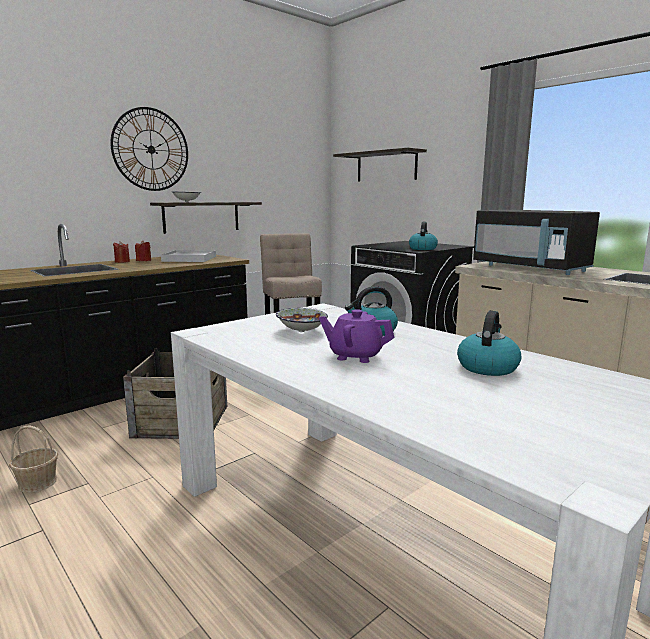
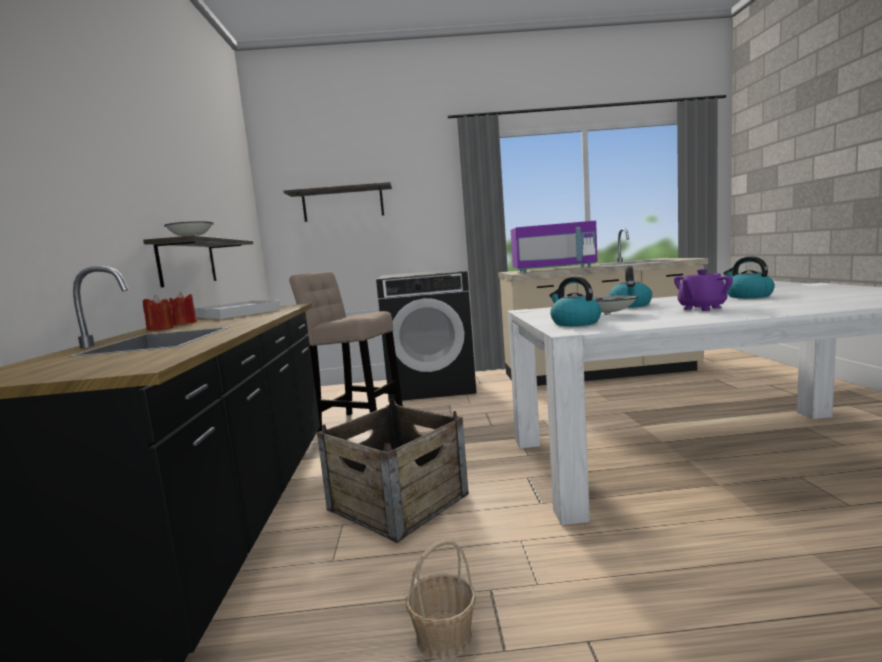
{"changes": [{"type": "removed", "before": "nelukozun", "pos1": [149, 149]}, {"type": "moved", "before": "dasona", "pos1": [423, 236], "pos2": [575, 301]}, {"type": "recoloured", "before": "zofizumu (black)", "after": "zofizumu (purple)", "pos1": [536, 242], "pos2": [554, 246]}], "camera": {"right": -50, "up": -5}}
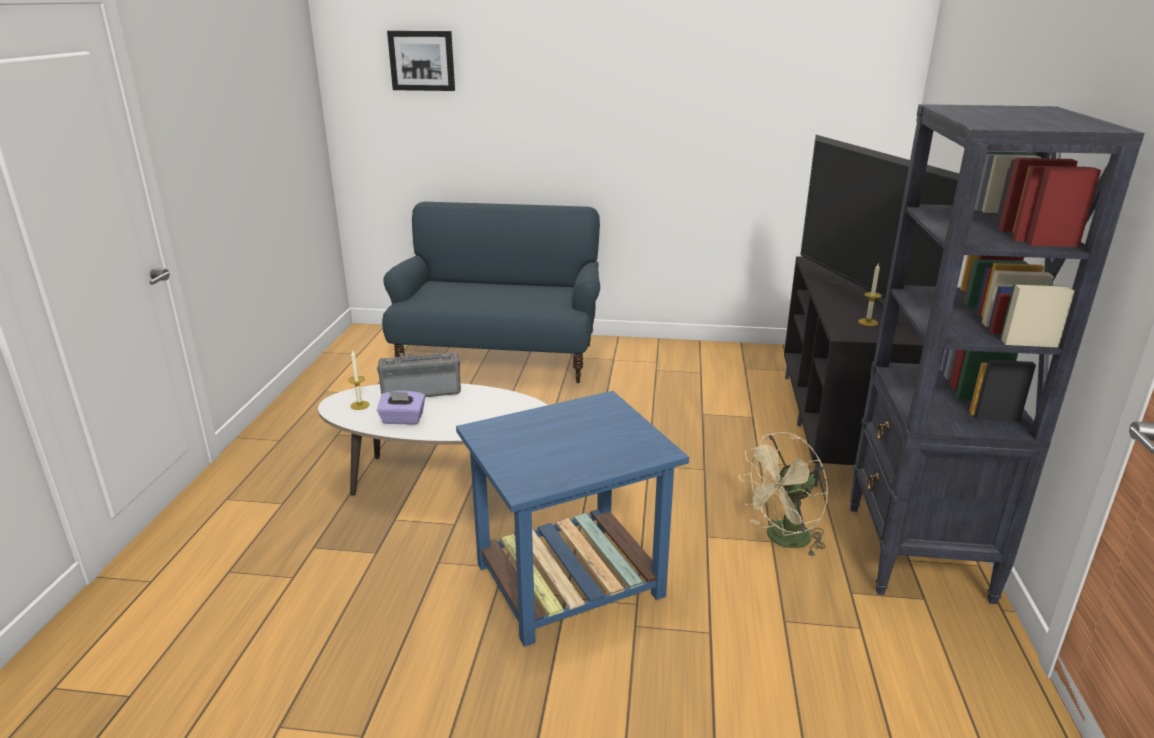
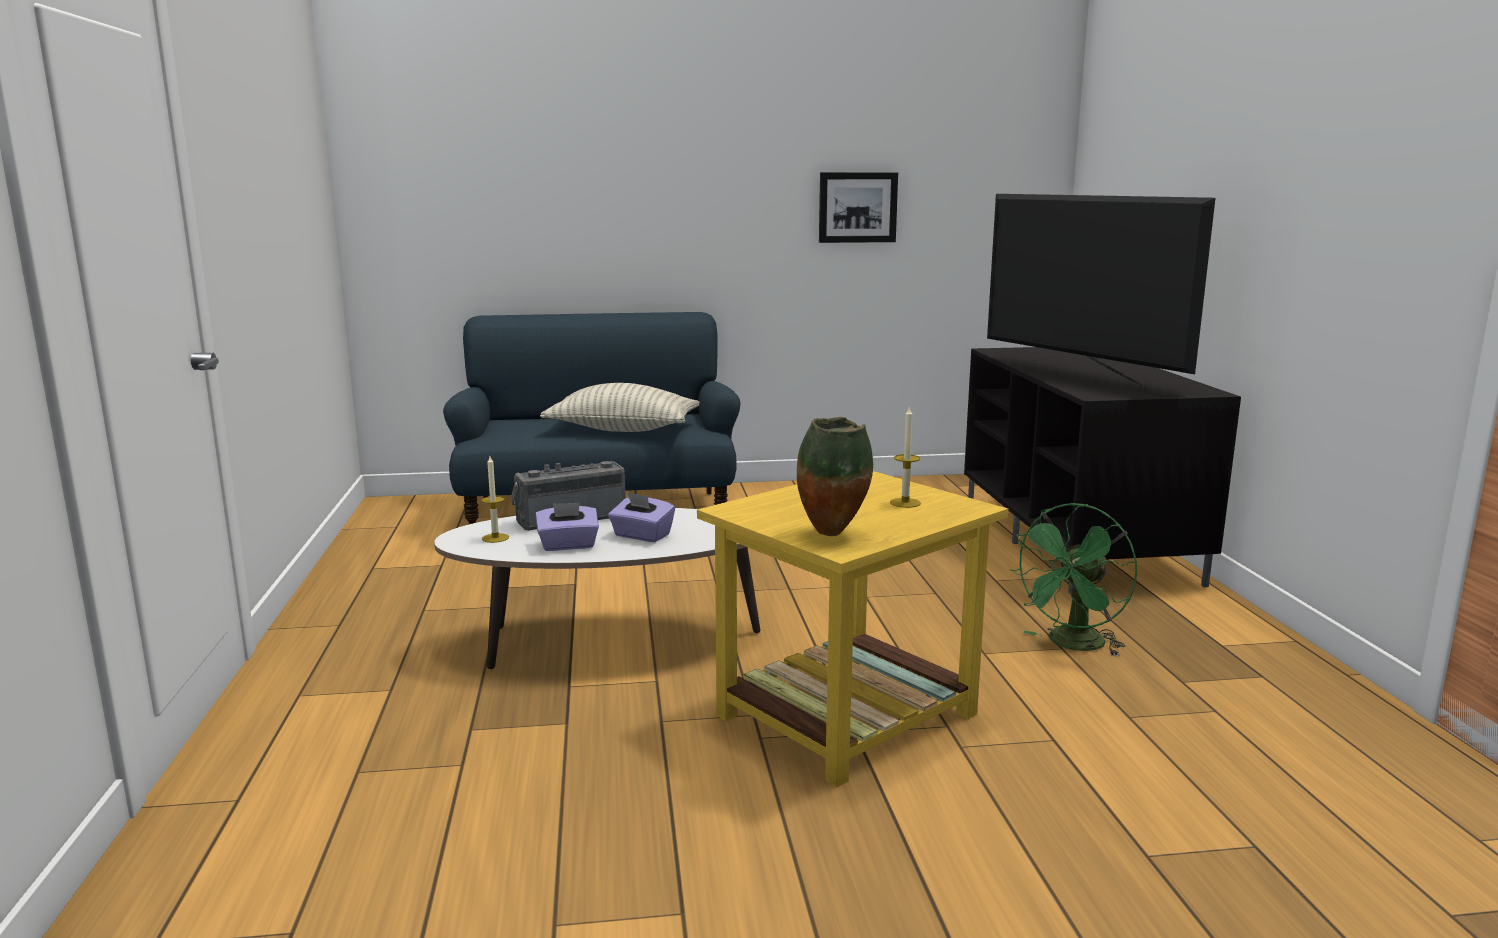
{"changes": [{"type": "moved", "before": "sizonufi", "pos1": [421, 61], "pos2": [858, 207]}, {"type": "recoloured", "before": "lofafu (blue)", "after": "lofafu (yellow)", "pos1": [572, 519], "pos2": [852, 629]}, {"type": "recoloured", "before": "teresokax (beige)", "after": "teresokax (green)", "pos1": [783, 495], "pos2": [1073, 580]}, {"type": "removed", "before": "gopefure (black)", "pos1": [997, 354]}, {"type": "moved", "before": "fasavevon", "pos1": [870, 295], "pos2": [905, 457]}, {"type": "added", "after": "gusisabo", "pos2": [620, 407]}, {"type": "added", "after": "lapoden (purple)", "pos2": [641, 517]}, {"type": "added", "after": "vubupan", "pos2": [835, 476]}], "camera": {"right": -15, "up": -10}}
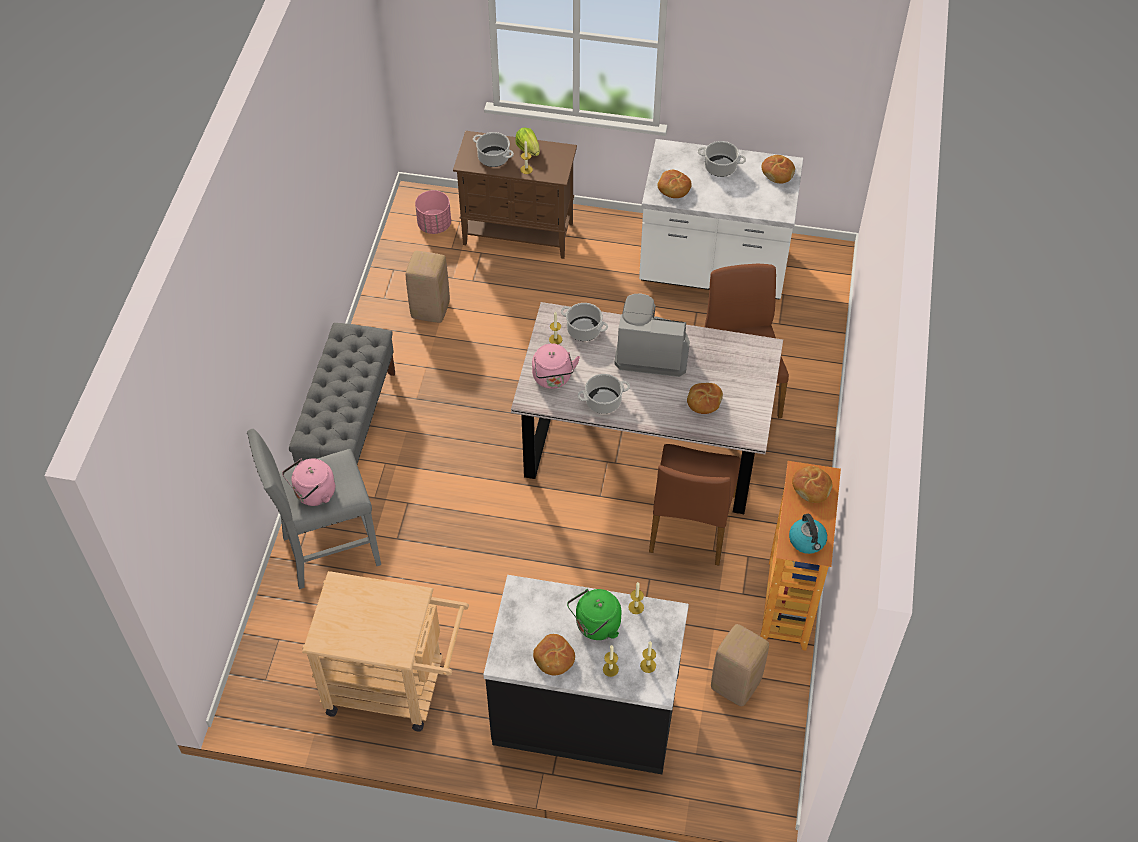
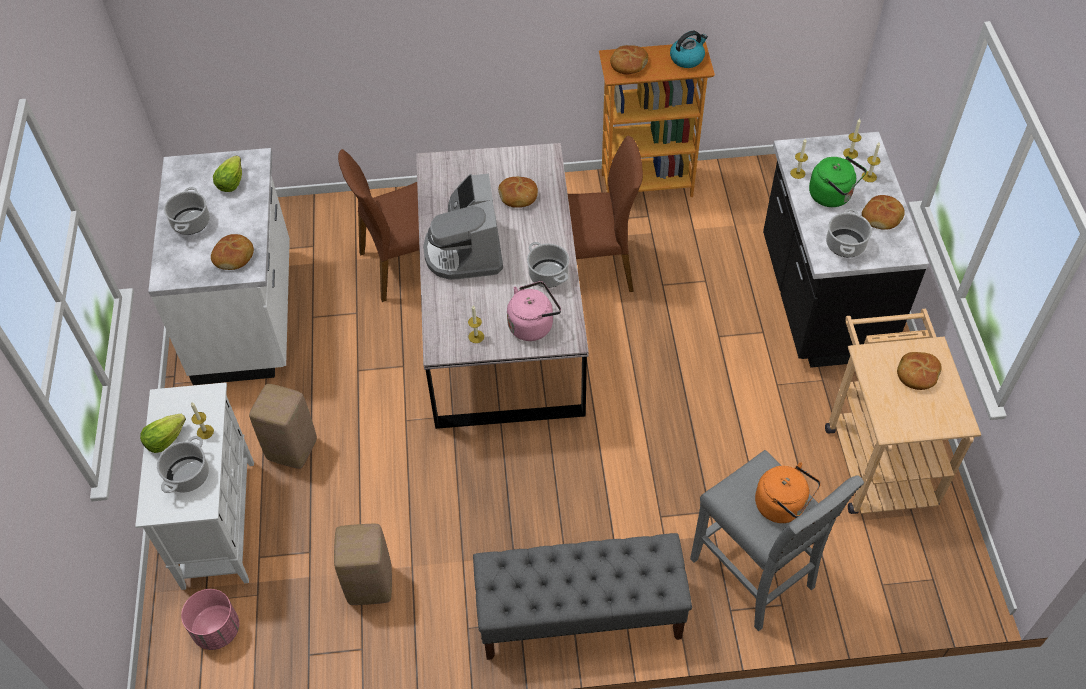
{"changes": [{"type": "recoloured", "before": "dasona (pink)", "after": "dasona (orange)", "pos1": [308, 482], "pos2": [788, 492]}, {"type": "recoloured", "before": "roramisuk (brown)", "after": "roramisuk (white)", "pos1": [515, 195], "pos2": [194, 486]}, {"type": "moved", "before": "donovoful", "pos1": [584, 322], "pos2": [849, 233]}, {"type": "moved", "before": "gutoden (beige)", "pos1": [740, 665], "pos2": [283, 426]}, {"type": "moved", "before": "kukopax", "pos1": [778, 169], "pos2": [919, 371]}, {"type": "added", "after": "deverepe", "pos2": [227, 174]}], "camera": {"right": -105, "up": 0}}
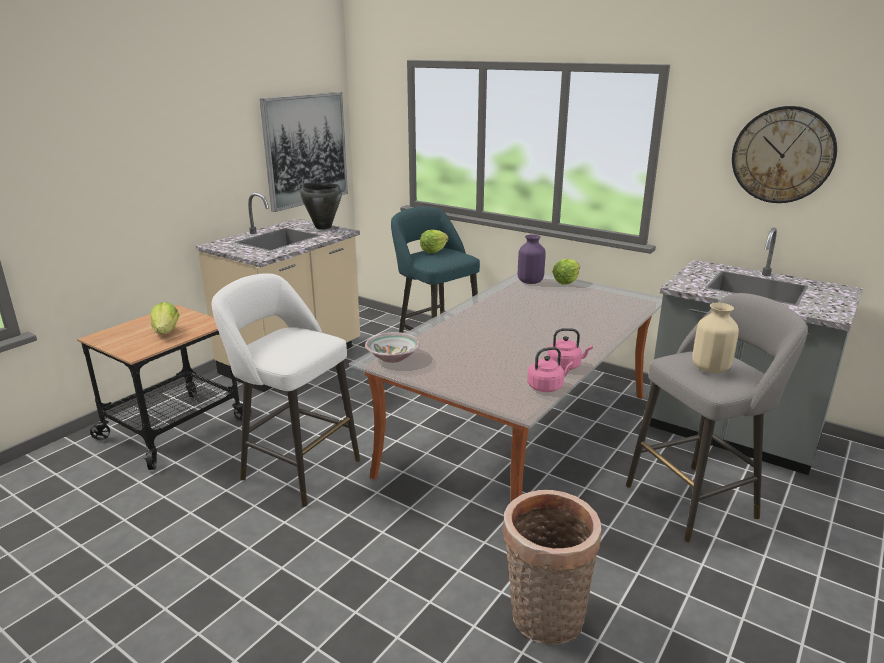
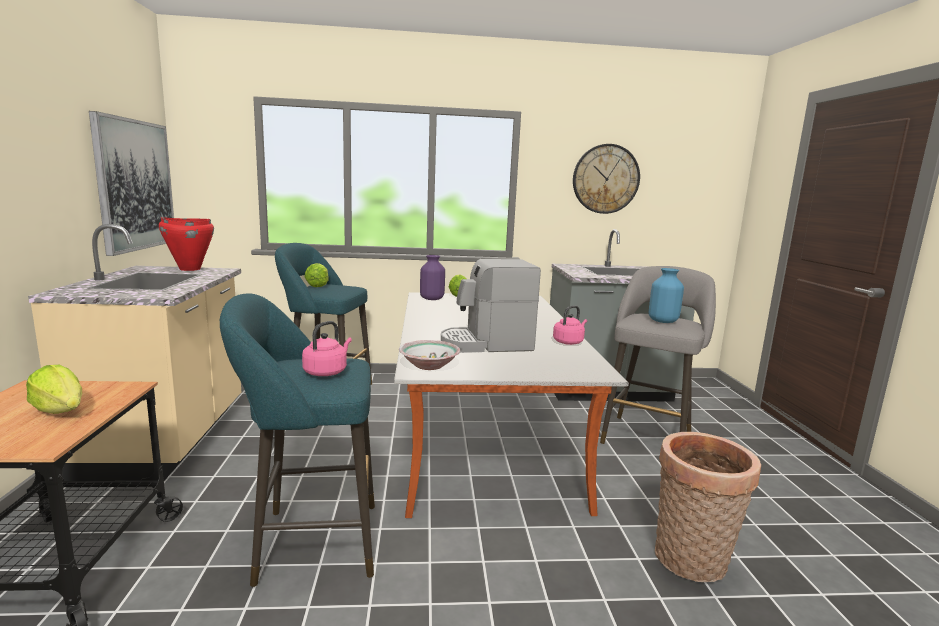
{"changes": [{"type": "recoloured", "before": "gutoden (white)", "after": "gutoden (turquoise)", "pos1": [285, 389], "pos2": [297, 440]}, {"type": "recoloured", "before": "donovoful (black)", "after": "donovoful (red)", "pos1": [321, 206], "pos2": [186, 244]}, {"type": "moved", "before": "dasona (pink)", "pos1": [550, 369], "pos2": [327, 348]}, {"type": "recoloured", "before": "vubupan (beige)", "after": "vubupan (blue)", "pos1": [715, 338], "pos2": [666, 295]}, {"type": "added", "after": "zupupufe", "pos2": [491, 306]}], "camera": {"right": -40, "up": -10}}
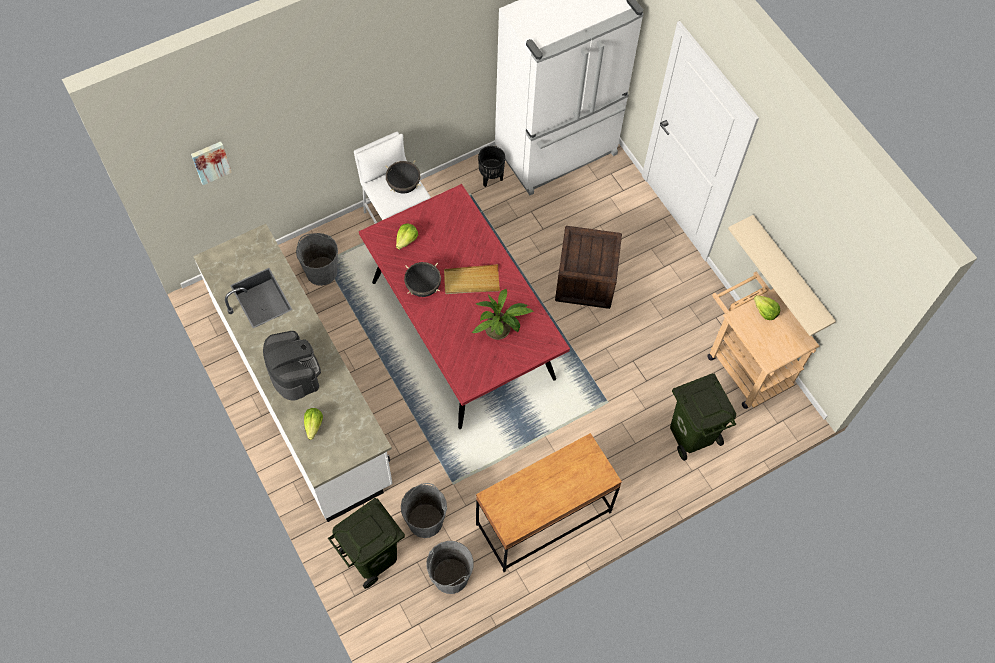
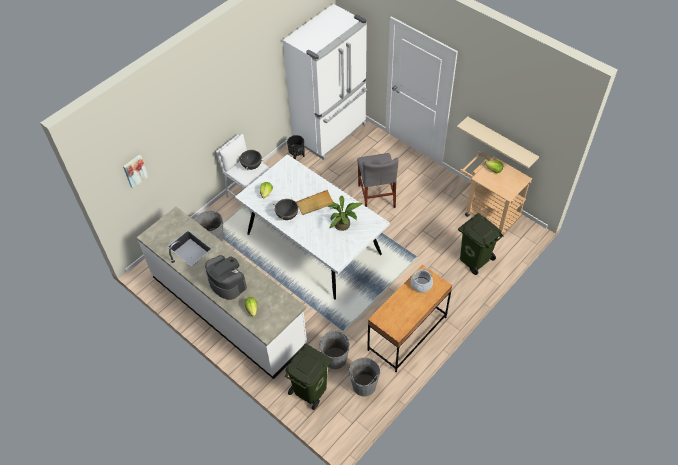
{"changes": [{"type": "recoloured", "before": "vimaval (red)", "after": "vimaval (white)", "pos1": [464, 306], "pos2": [312, 227]}, {"type": "replaced", "before": "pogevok", "after": "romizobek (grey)", "pos1": [588, 267], "pos2": [377, 180]}, {"type": "added", "after": "donovoful", "pos2": [422, 280]}], "camera": {"right": -15, "up": -10}}
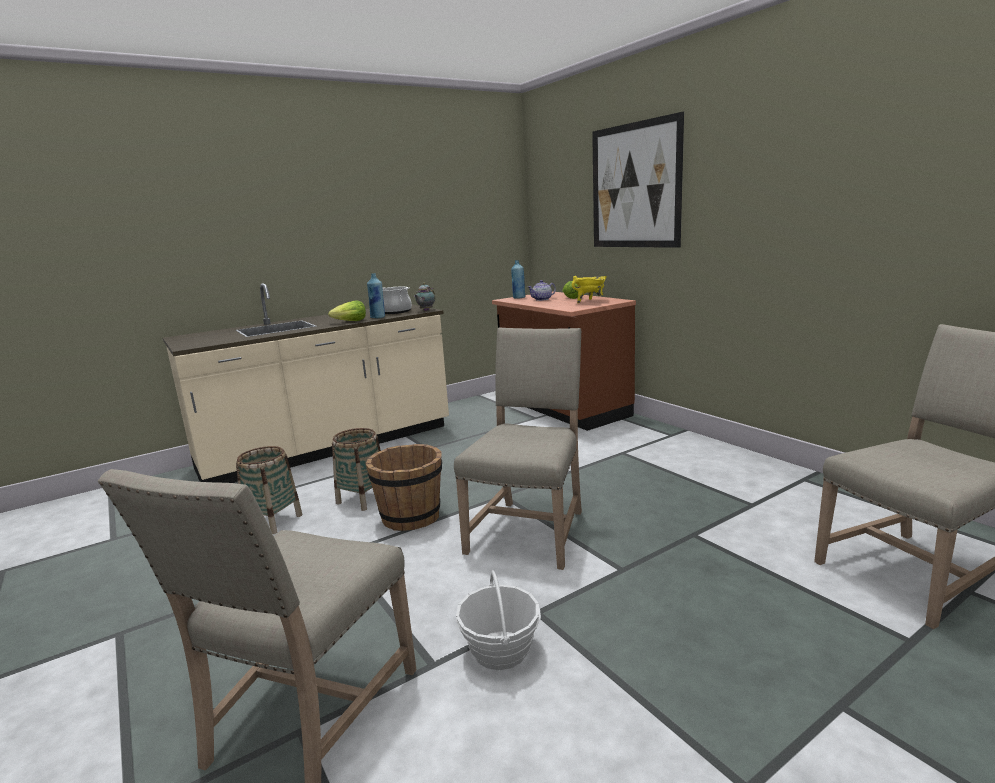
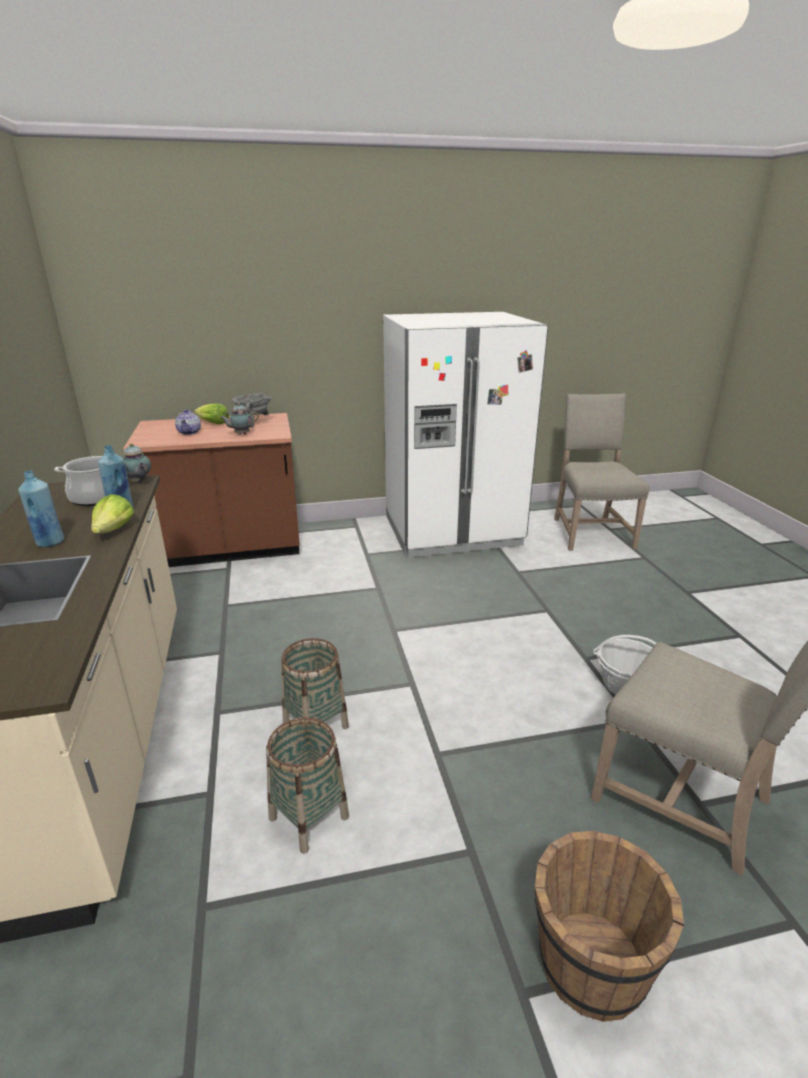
{"changes": [{"type": "moved", "before": "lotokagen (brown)", "pos1": [404, 487], "pos2": [609, 926]}, {"type": "removed", "before": "romizobek (beige)", "pos1": [518, 449]}, {"type": "moved", "before": "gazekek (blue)", "pos1": [518, 279], "pos2": [41, 509]}, {"type": "recoloured", "before": "donovoful (yellow)", "after": "donovoful (grey)", "pos1": [589, 289], "pos2": [251, 410]}, {"type": "removed", "before": "sizonufi", "pos1": [638, 180]}, {"type": "added", "after": "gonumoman", "pos2": [239, 419]}, {"type": "added", "after": "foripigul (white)", "pos2": [465, 434]}], "camera": {"right": -70, "up": 10}}
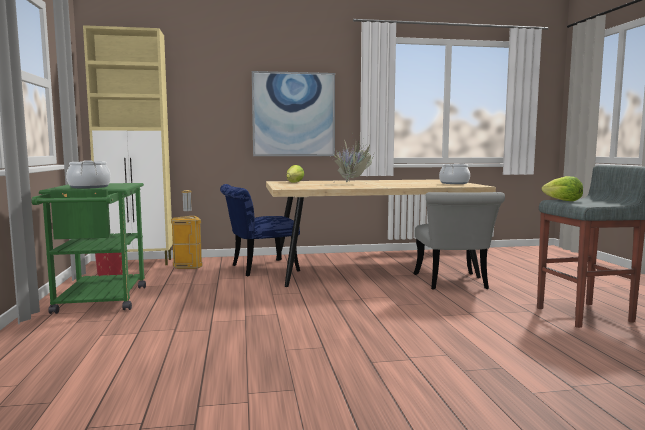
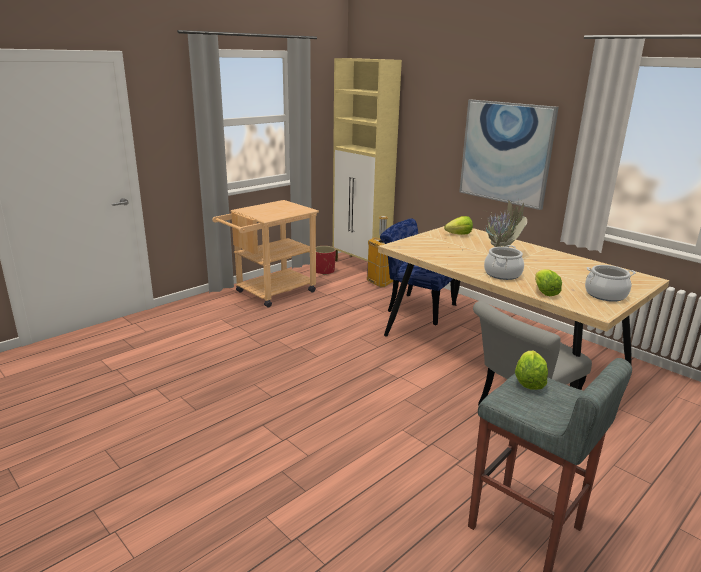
{"changes": [{"type": "recoloured", "before": "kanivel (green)", "after": "kanivel (beige)", "pos1": [89, 248], "pos2": [265, 254]}, {"type": "moved", "before": "donovoful", "pos1": [88, 174], "pos2": [504, 262]}, {"type": "added", "after": "deverepe", "pos2": [548, 282]}], "camera": {"right": 55, "up": 15}}
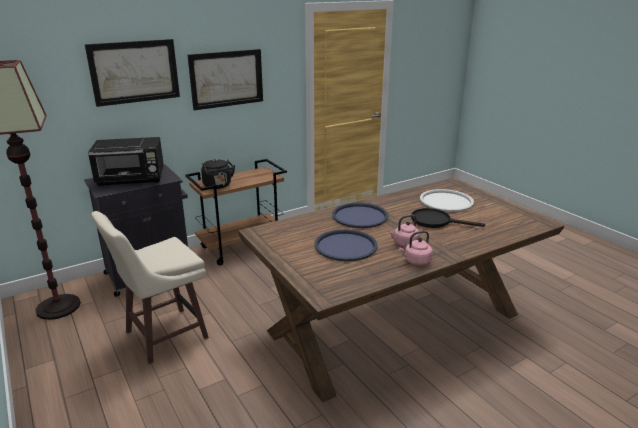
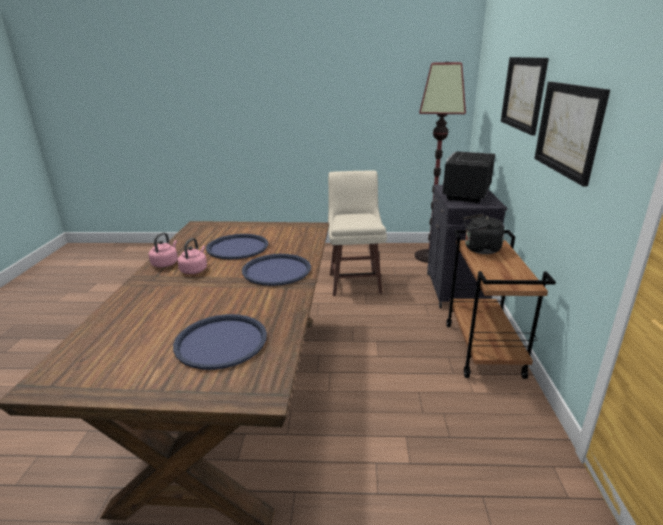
{"changes": [{"type": "removed", "before": "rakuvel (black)", "pos1": [448, 218]}, {"type": "recoloured", "before": "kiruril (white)", "after": "kiruril (blue)", "pos1": [447, 200], "pos2": [220, 342]}], "camera": {"right": 125, "up": 0}}
